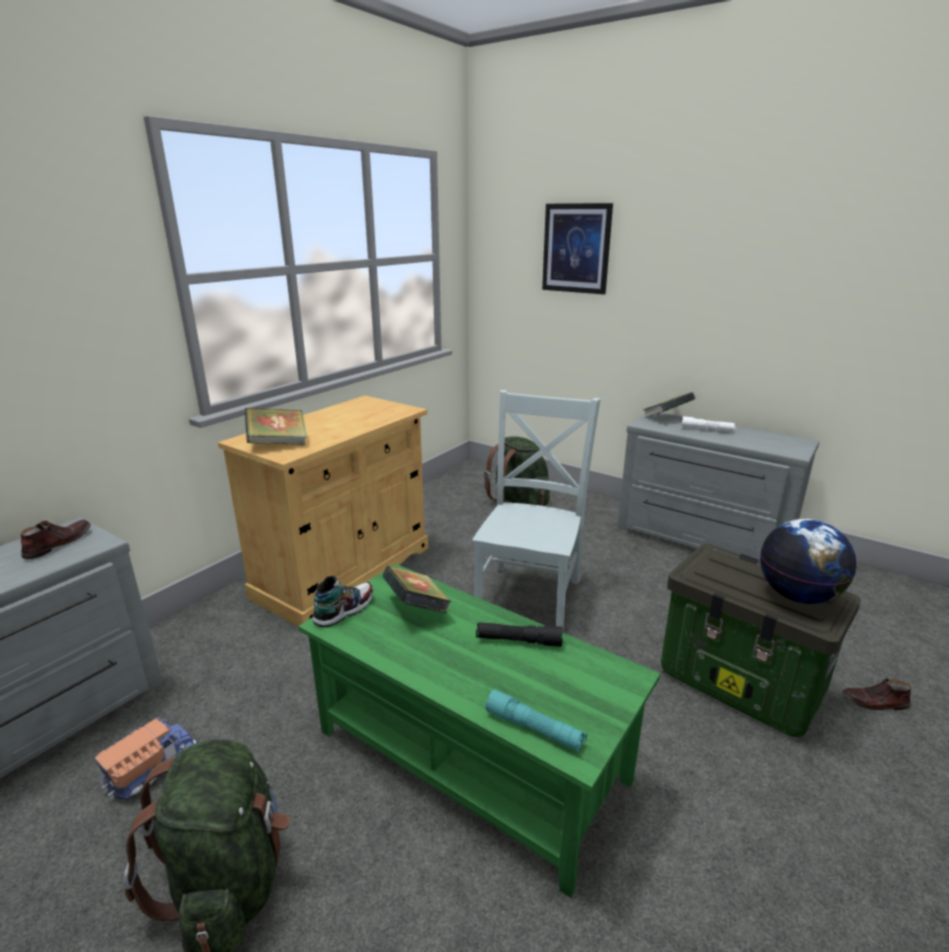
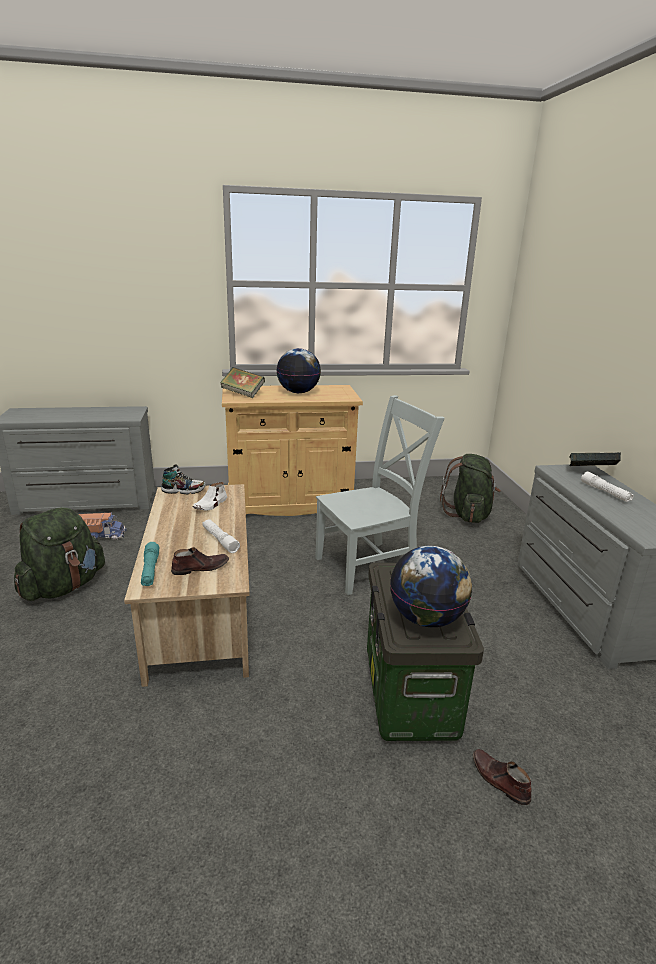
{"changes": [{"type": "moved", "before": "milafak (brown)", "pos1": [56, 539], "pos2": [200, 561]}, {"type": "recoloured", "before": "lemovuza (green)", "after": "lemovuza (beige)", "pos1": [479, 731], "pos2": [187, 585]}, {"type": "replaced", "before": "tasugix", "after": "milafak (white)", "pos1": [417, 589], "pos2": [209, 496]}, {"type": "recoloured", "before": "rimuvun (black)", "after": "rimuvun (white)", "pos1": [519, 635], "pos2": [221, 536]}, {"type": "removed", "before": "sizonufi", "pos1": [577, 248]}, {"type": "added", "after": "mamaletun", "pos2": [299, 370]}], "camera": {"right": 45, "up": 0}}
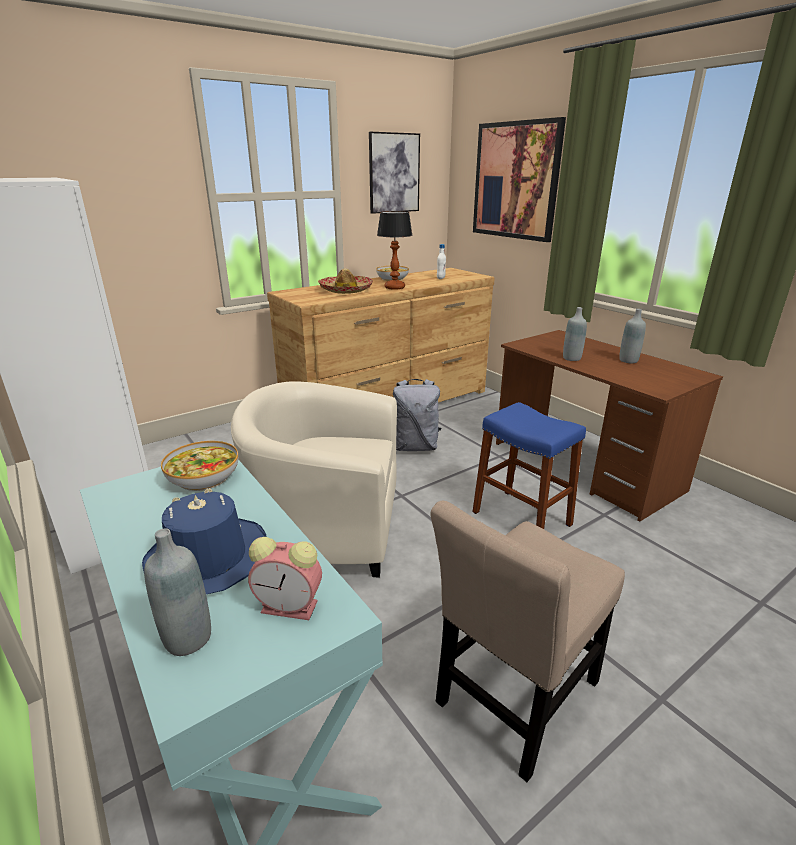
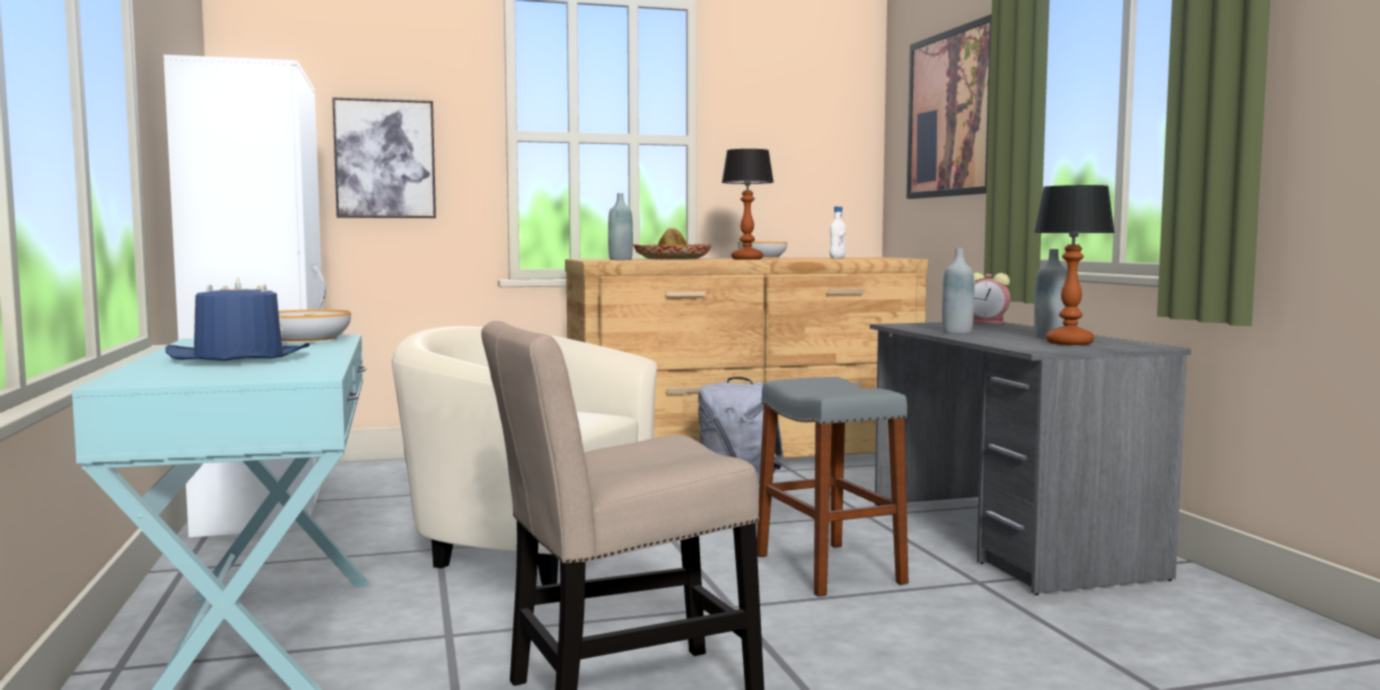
{"changes": [{"type": "moved", "before": "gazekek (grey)", "pos1": [177, 592], "pos2": [620, 226]}, {"type": "moved", "before": "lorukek", "pos1": [285, 578], "pos2": [992, 298]}, {"type": "moved", "before": "sizonufi", "pos1": [394, 173], "pos2": [384, 157]}, {"type": "recoloured", "before": "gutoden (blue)", "after": "gutoden (grey)", "pos1": [529, 465], "pos2": [833, 487]}, {"type": "recoloured", "before": "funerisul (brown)", "after": "funerisul (grey)", "pos1": [609, 425], "pos2": [1030, 458]}, {"type": "added", "after": "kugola", "pos2": [1074, 265]}], "camera": {"right": 20, "up": -20}}
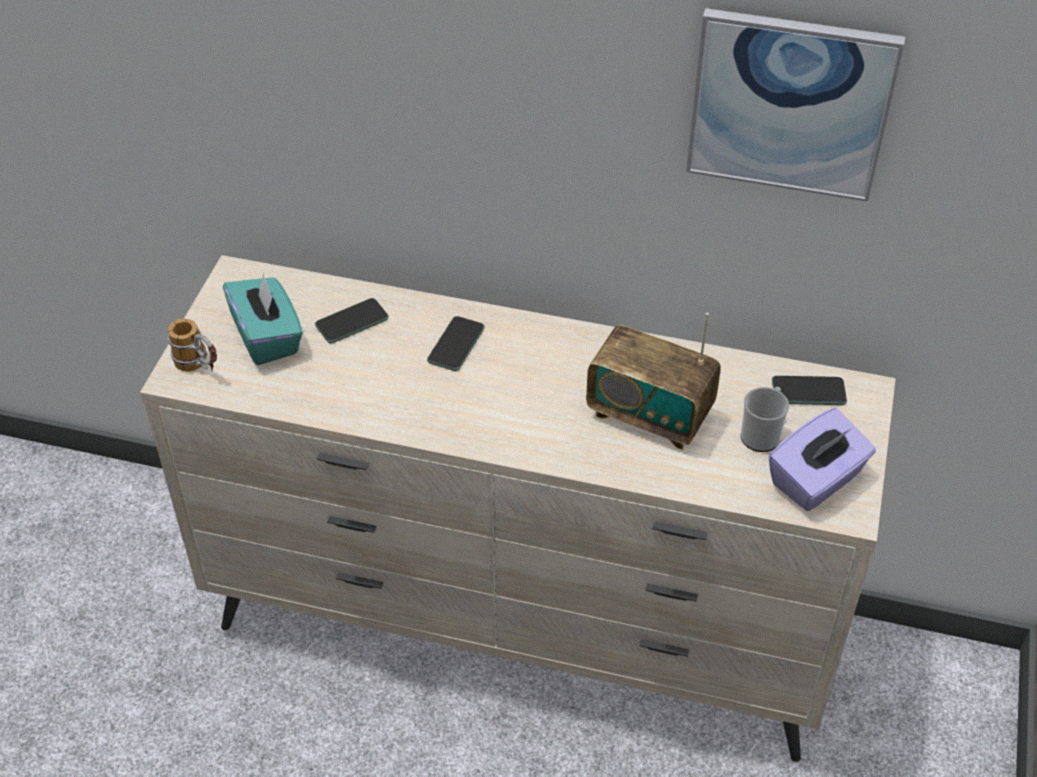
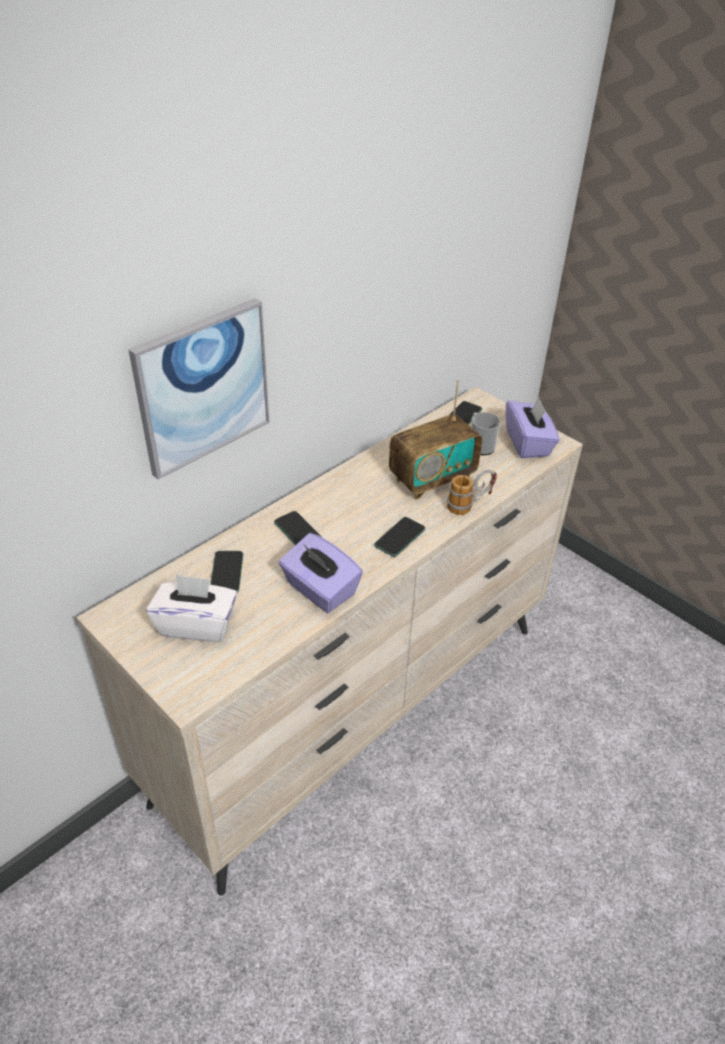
{"changes": [{"type": "moved", "before": "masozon", "pos1": [192, 345], "pos2": [472, 492]}, {"type": "recoloured", "before": "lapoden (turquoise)", "after": "lapoden (white)", "pos1": [263, 318], "pos2": [192, 608]}, {"type": "moved", "before": "sizonufi", "pos1": [795, 105], "pos2": [199, 388]}, {"type": "added", "after": "lapoden (purple)", "pos2": [321, 573]}, {"type": "added", "after": "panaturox", "pos2": [399, 537]}], "camera": {"right": -60, "up": -5}}
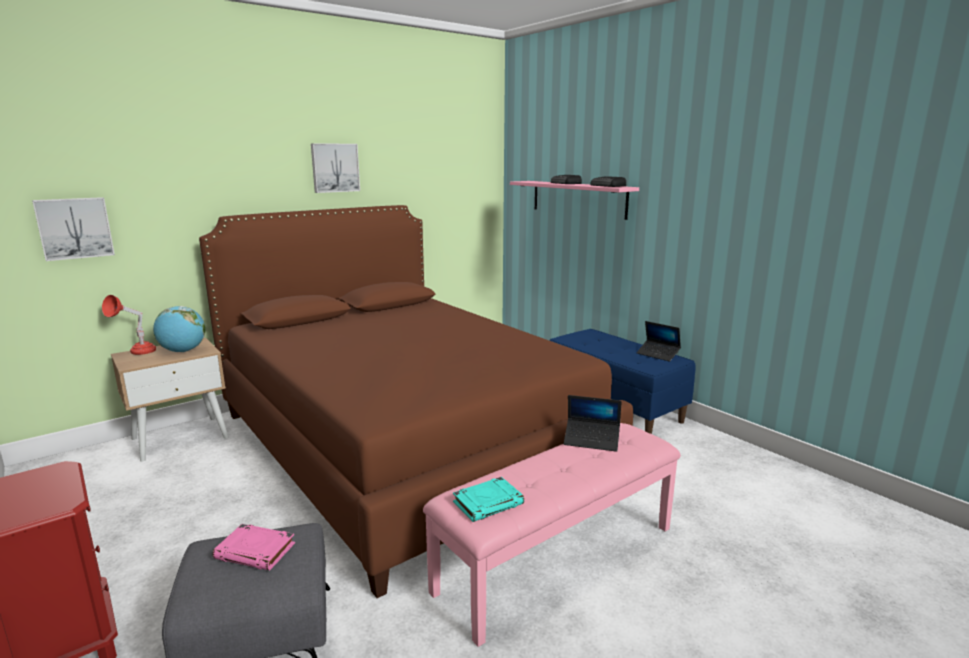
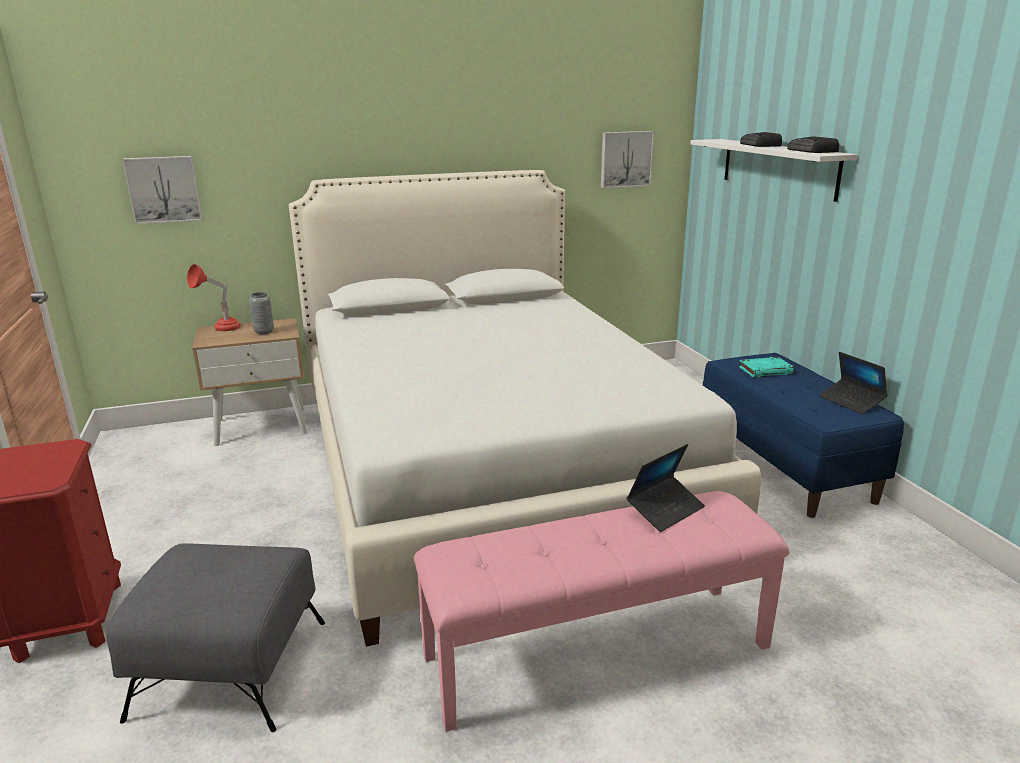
{"changes": [{"type": "replaced", "before": "mamaletun", "after": "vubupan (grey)", "pos1": [179, 329], "pos2": [261, 313]}, {"type": "recoloured", "before": "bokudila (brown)", "after": "bokudila (white)", "pos1": [416, 401], "pos2": [525, 408]}, {"type": "removed", "before": "tasugix (pink)", "pos1": [254, 547]}, {"type": "moved", "before": "sizonufi", "pos1": [335, 168], "pos2": [627, 159]}, {"type": "moved", "before": "tasugix (turquoise)", "pos1": [488, 499], "pos2": [766, 367]}, {"type": "recoloured", "before": "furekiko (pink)", "after": "furekiko (white)", "pos1": [574, 200], "pos2": [774, 170]}, {"type": "turned", "before": "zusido", "pos1": [592, 423], "pos2": [665, 488], "turn": -75}], "camera": {"right": 20, "up": 5}}
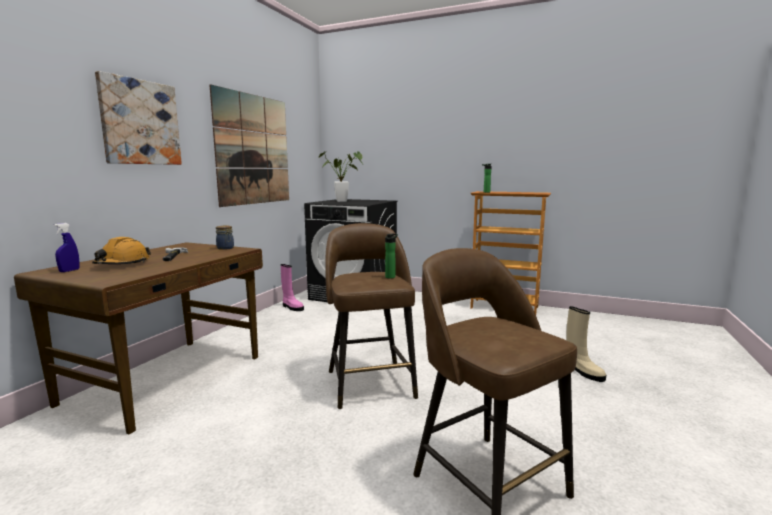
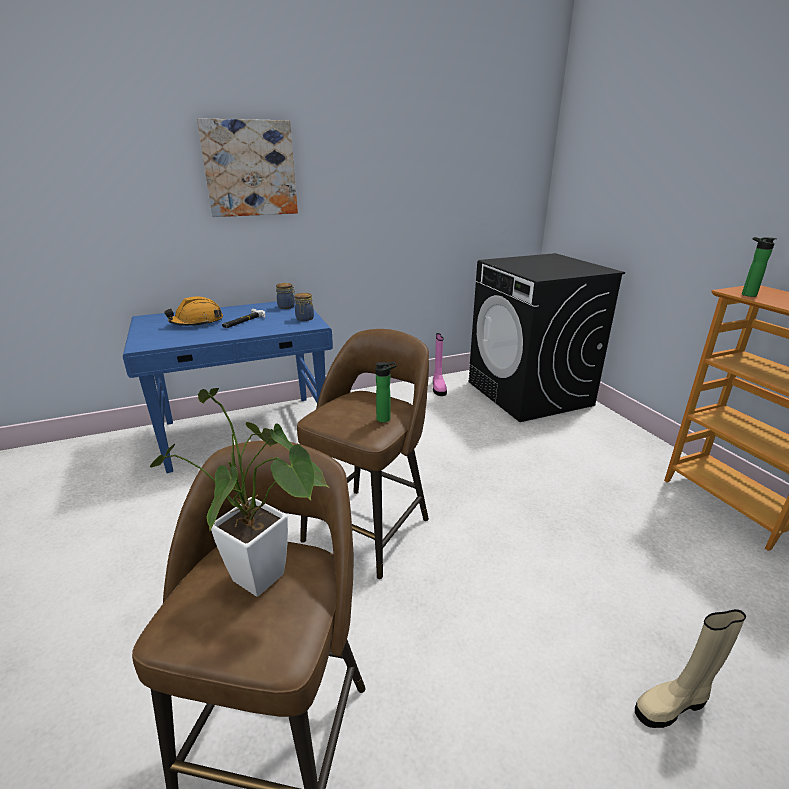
{"changes": [{"type": "recoloured", "before": "funerisul (brown)", "after": "funerisul (blue)", "pos1": [138, 338], "pos2": [228, 387]}, {"type": "removed", "before": "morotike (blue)", "pos1": [66, 247]}, {"type": "removed", "before": "sizonufi", "pos1": [249, 145]}, {"type": "moved", "before": "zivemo", "pos1": [341, 176], "pos2": [239, 492]}, {"type": "turned", "before": "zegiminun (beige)", "pos1": [586, 344], "pos2": [690, 668], "turn": 60}, {"type": "added", "after": "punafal", "pos2": [285, 296]}], "camera": {"right": 45, "up": 15}}
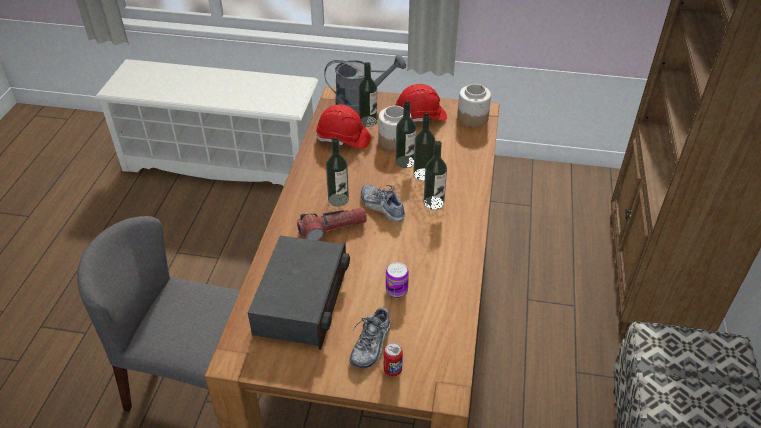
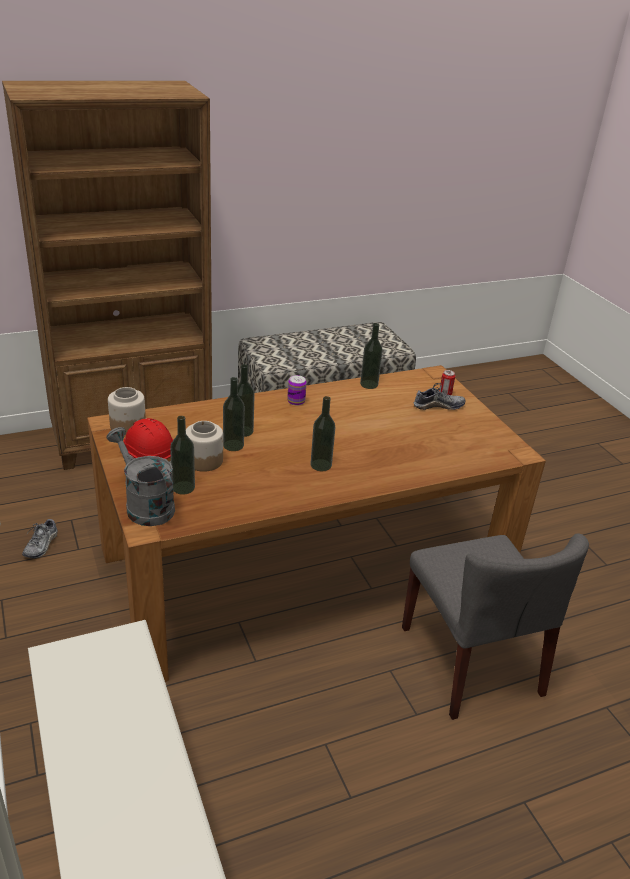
{"changes": [{"type": "removed", "before": "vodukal", "pos1": [299, 292]}, {"type": "removed", "before": "rimuvun", "pos1": [332, 224]}, {"type": "removed", "before": "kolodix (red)", "pos1": [343, 126]}, {"type": "moved", "before": "milafak", "pos1": [383, 203], "pos2": [40, 537]}, {"type": "moved", "before": "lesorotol", "pos1": [397, 280], "pos2": [297, 390]}, {"type": "moved", "before": "gazekek", "pos1": [435, 175], "pos2": [371, 356]}], "camera": {"right": -125, "up": -10}}
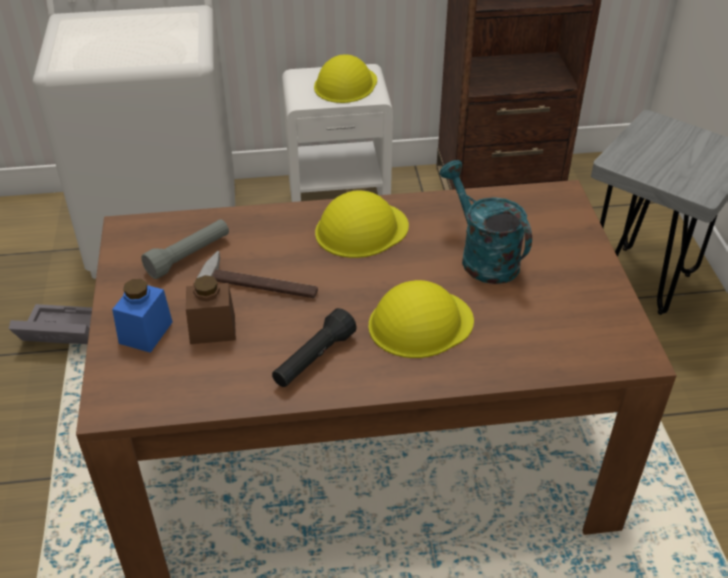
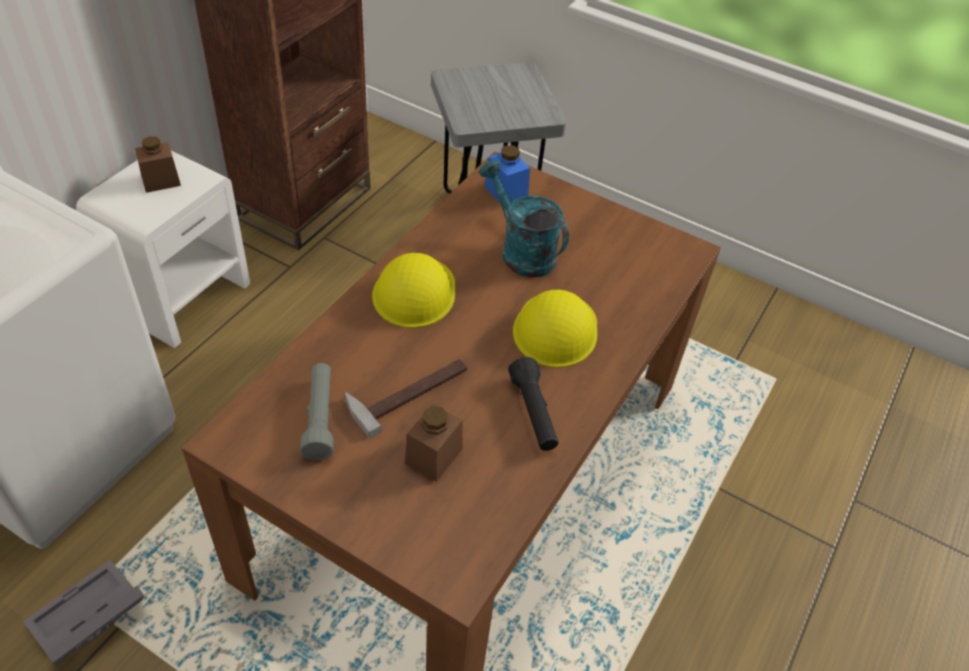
{"changes": [{"type": "moved", "before": "punafal (blue)", "pos1": [142, 316], "pos2": [507, 174]}, {"type": "replaced", "before": "kolodix (yellow)", "after": "punafal (brown)", "pos1": [345, 78], "pos2": [158, 164]}, {"type": "turned", "before": "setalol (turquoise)", "pos1": [485, 222], "pos2": [524, 219], "turn": 45}], "camera": {"right": -55, "up": 5}}
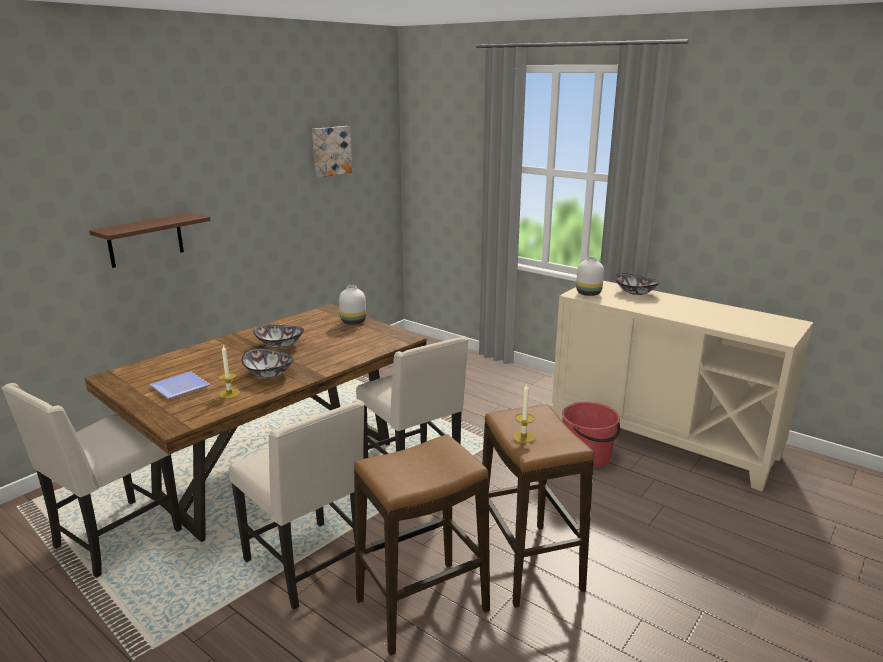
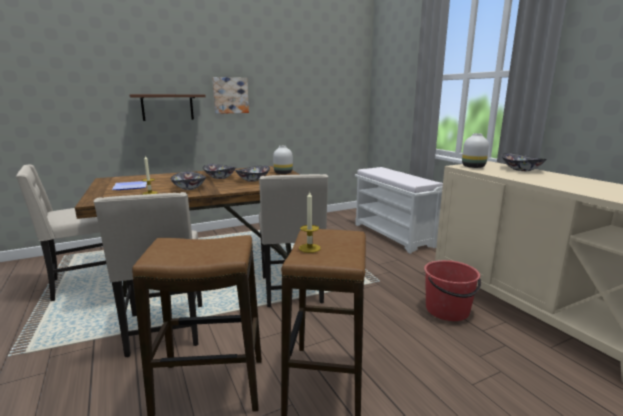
{"changes": [{"type": "moved", "before": "sizonufi", "pos1": [332, 152], "pos2": [230, 95]}, {"type": "added", "after": "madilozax", "pos2": [252, 173]}, {"type": "added", "after": "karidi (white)", "pos2": [399, 210]}], "camera": {"right": 25, "up": -5}}
